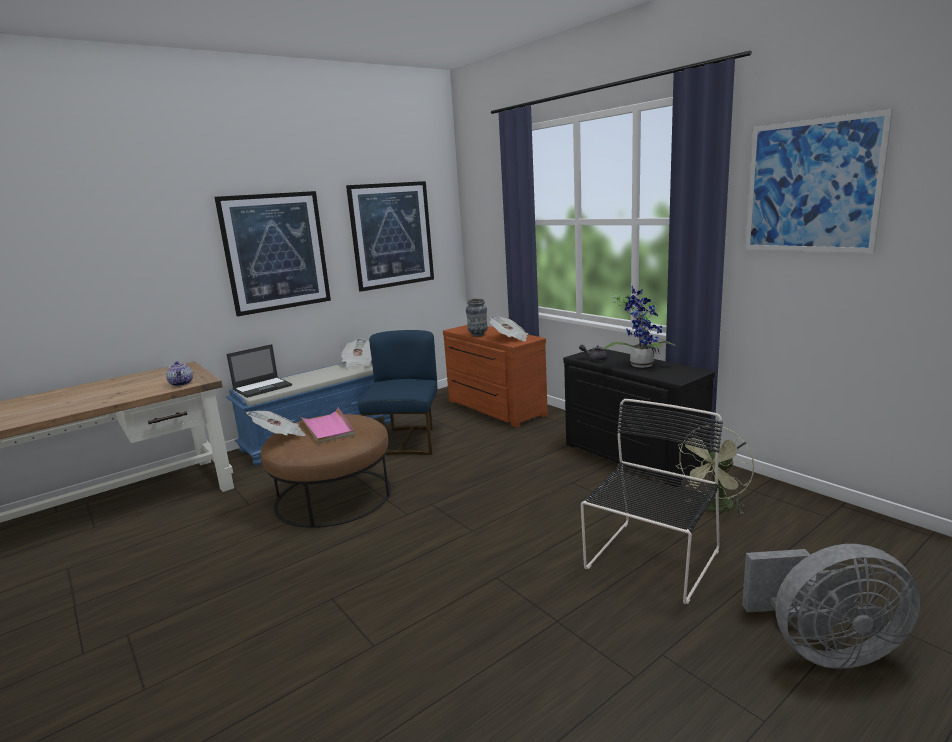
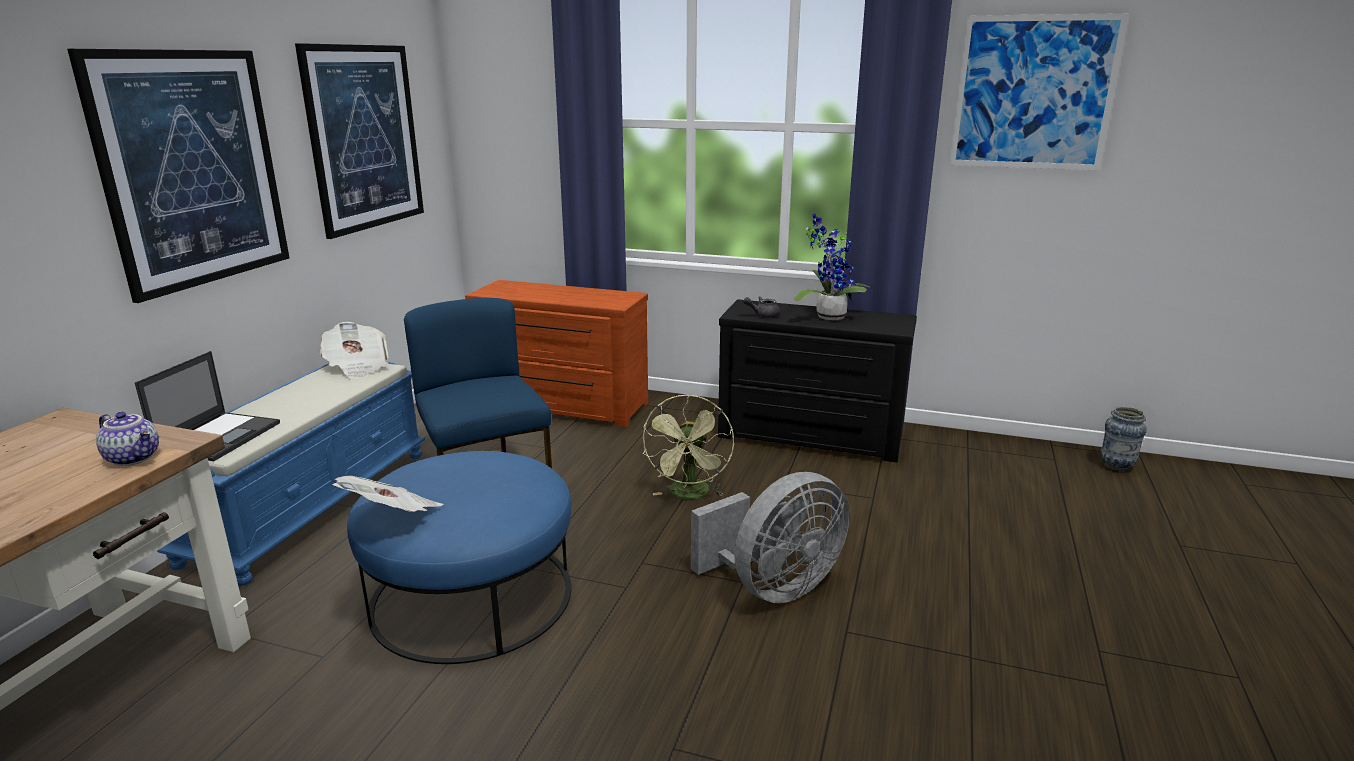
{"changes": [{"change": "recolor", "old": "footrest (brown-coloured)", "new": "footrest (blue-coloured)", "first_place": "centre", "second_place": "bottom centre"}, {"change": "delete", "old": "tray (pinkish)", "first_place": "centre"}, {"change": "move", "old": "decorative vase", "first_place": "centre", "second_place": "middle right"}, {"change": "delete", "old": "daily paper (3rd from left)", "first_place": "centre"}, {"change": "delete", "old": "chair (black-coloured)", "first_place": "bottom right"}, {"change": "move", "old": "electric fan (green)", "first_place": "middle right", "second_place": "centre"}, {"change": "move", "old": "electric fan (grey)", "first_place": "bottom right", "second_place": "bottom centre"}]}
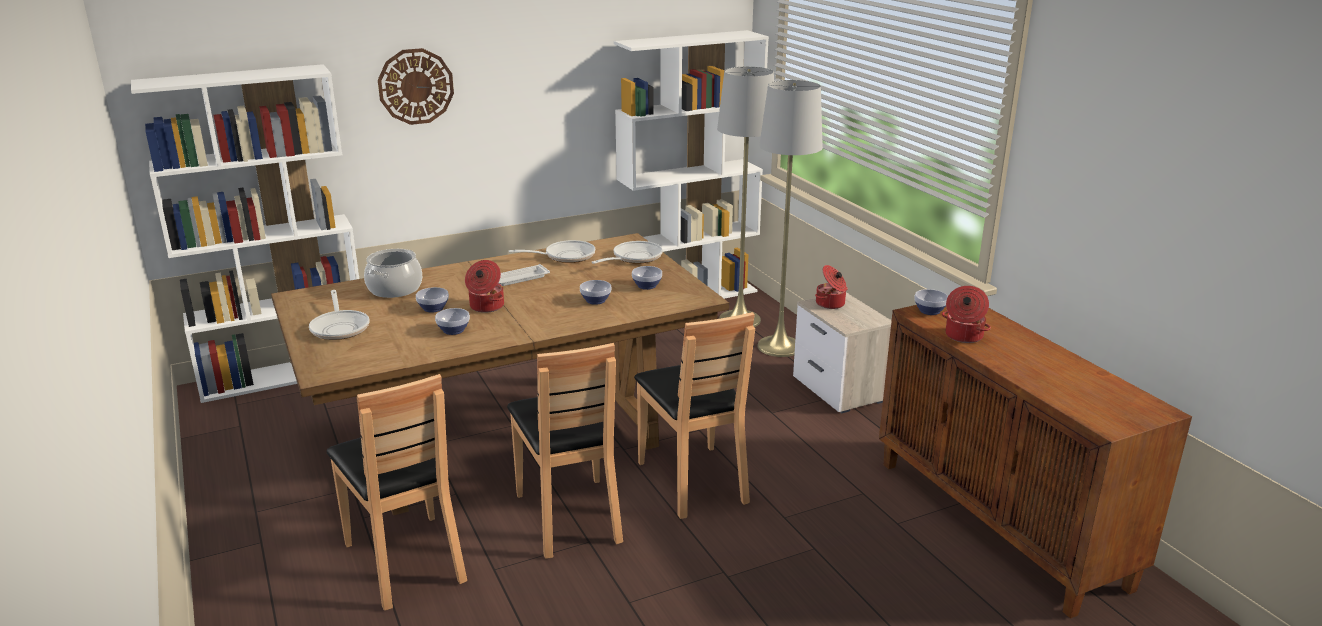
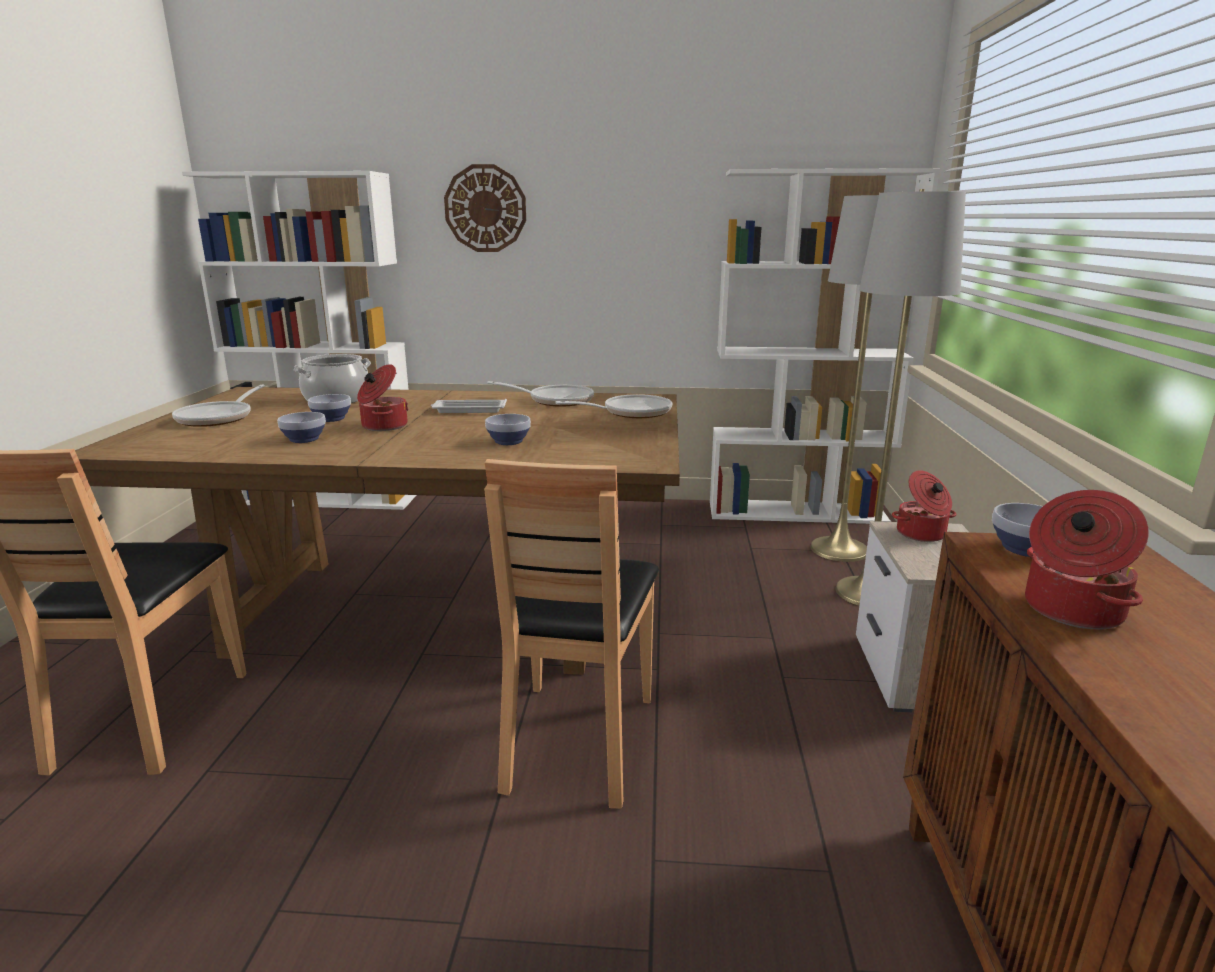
{"changes": [{"change": "delete", "old": "chair (brown-coloured) (2nd from left)", "first_place": "bottom centre"}, {"change": "delete", "old": "bowl (4th from left)", "first_place": "centre"}]}
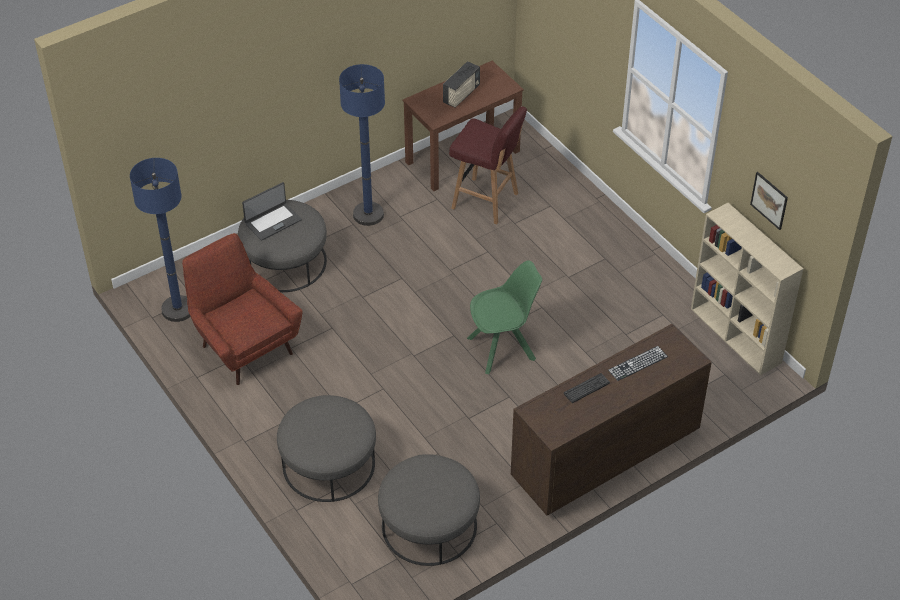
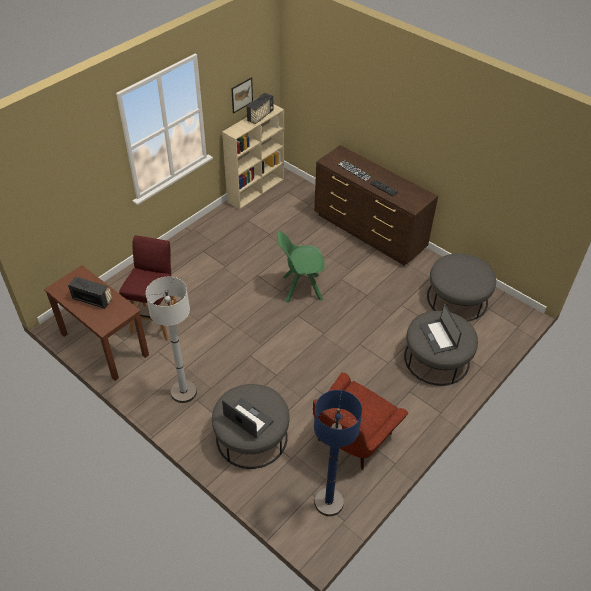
{"changes": [{"change": "recolor", "old": "floor lamp (blue-coloured) (2nd from left)", "new": "floor lamp (white-coloured)", "first_place": "top centre", "second_place": "middle left"}, {"change": "rotate", "old": "chair (green)", "first_place": "centre", "second_place": "centre", "degrees": -60}, {"change": "insert", "new": "radio set (2nd from left)", "second_place": "top centre"}, {"change": "insert", "new": "portable computer (2nd from left)", "second_place": "middle right"}]}
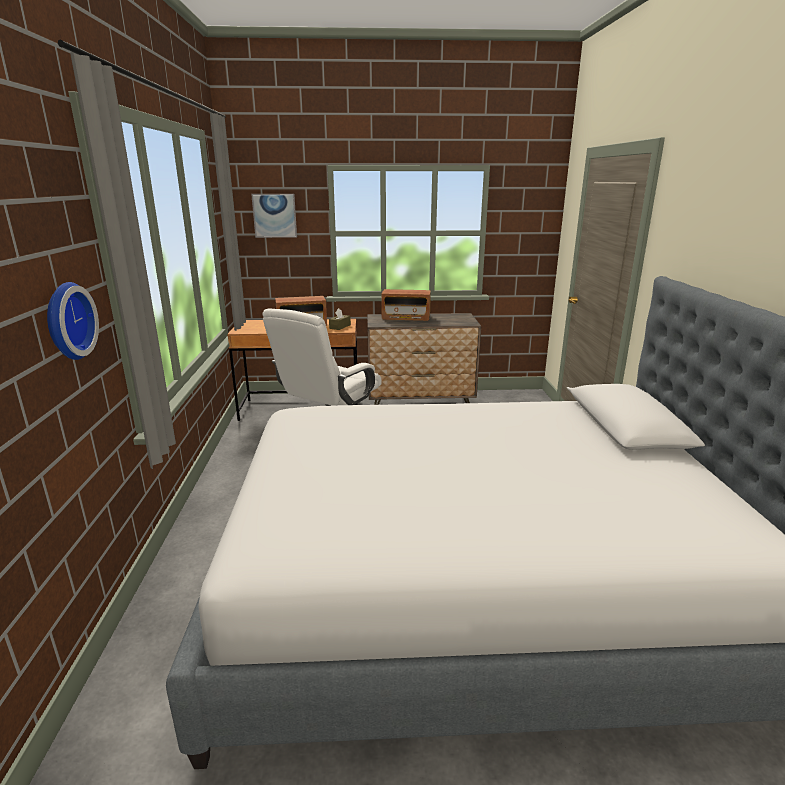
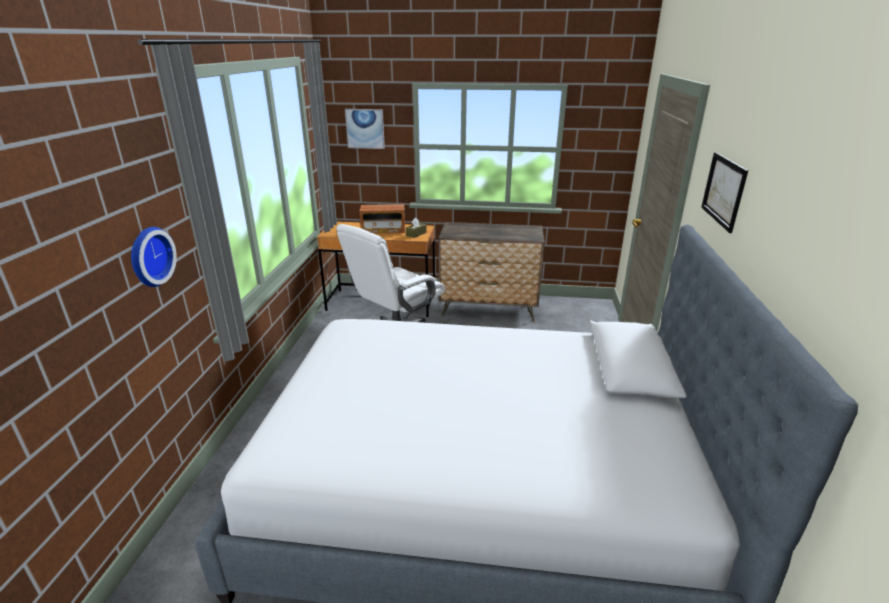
{"changes": [{"change": "delete", "old": "radio set (2nd from left)", "first_place": "centre"}, {"change": "insert", "new": "picture (2nd from left)", "second_place": "top right"}]}
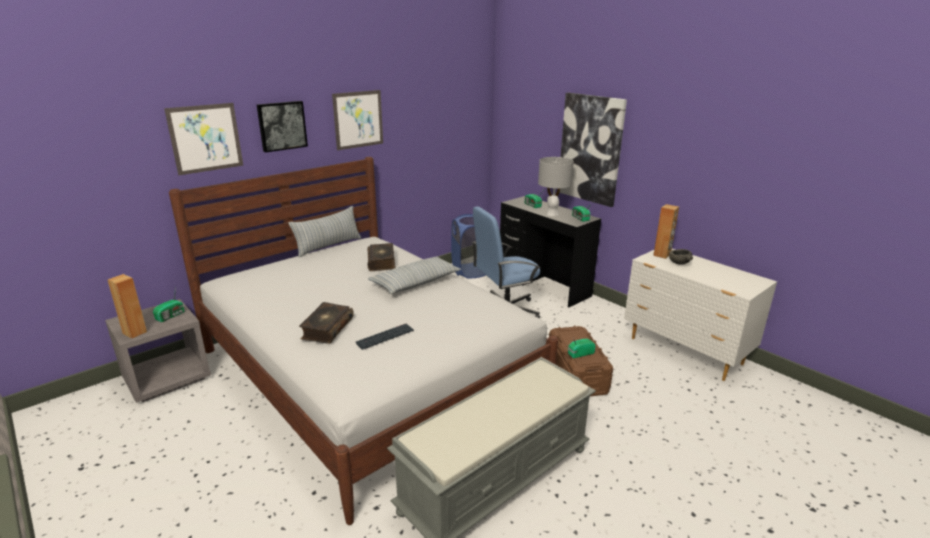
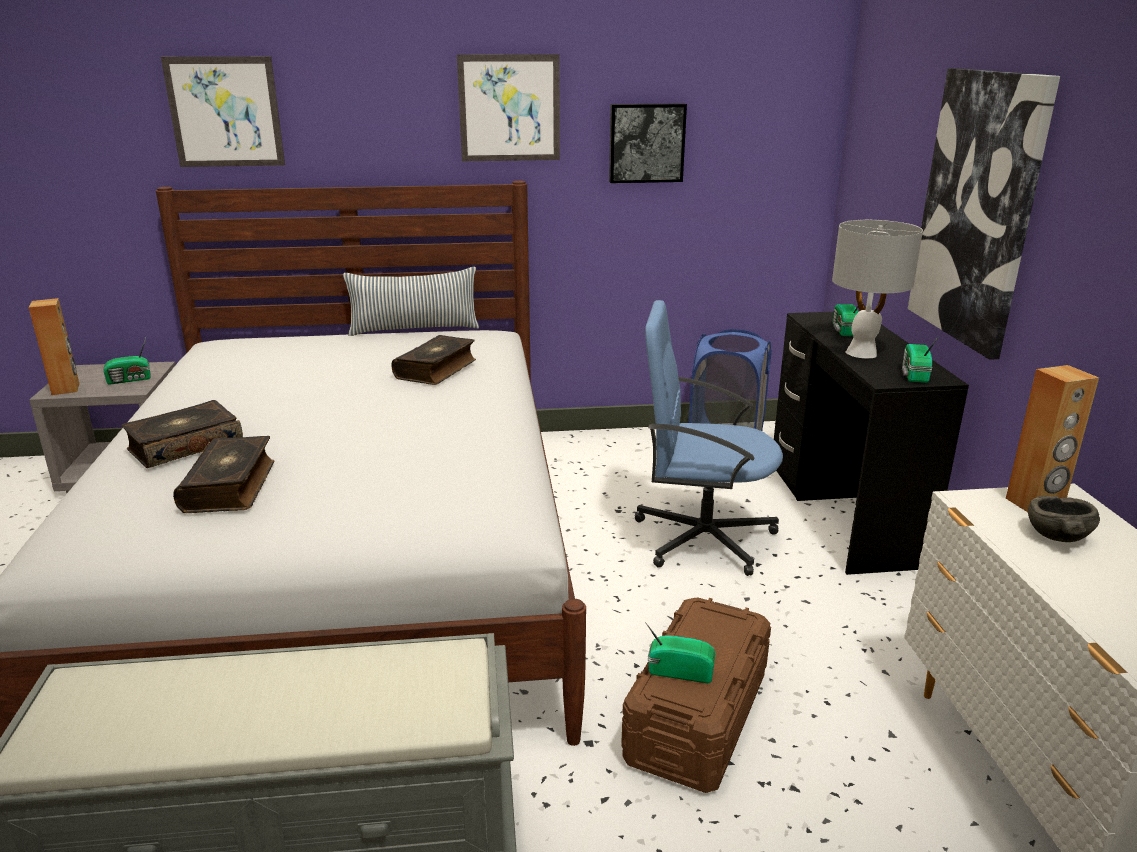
{"changes": [{"change": "move", "old": "picture (2nd from left in the first image)", "new": "picture (3rd from left)", "first_place": "top left", "second_place": "top centre"}, {"change": "replace", "old": "keyboard", "new": "book (2nd from left)", "first_place": "centre", "second_place": "middle left"}, {"change": "delete", "old": "pillow (2nd from left)", "first_place": "centre"}]}
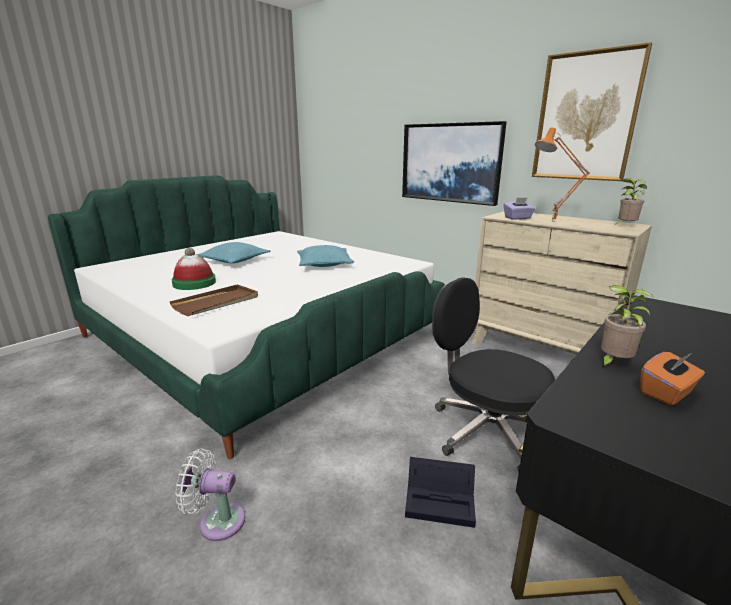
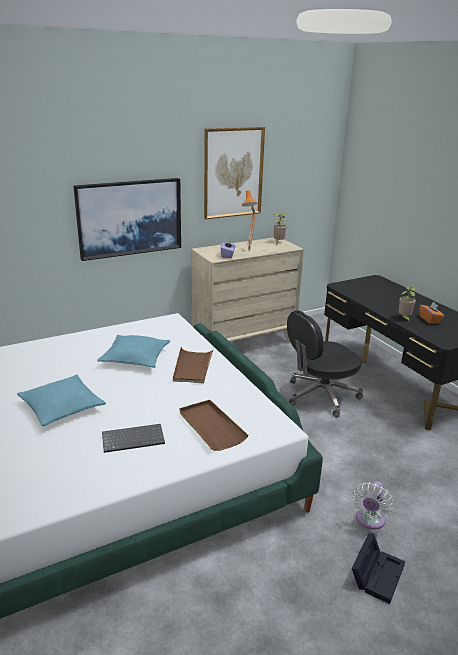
{"changes": [{"change": "replace", "old": "hat", "new": "keyboard", "first_place": "middle left", "second_place": "bottom left"}, {"change": "move", "old": "storage bin (black-coloured)", "first_place": "bottom centre", "second_place": "bottom right"}, {"change": "insert", "new": "tray (brown-coloured) (1st from left)", "second_place": "centre"}]}
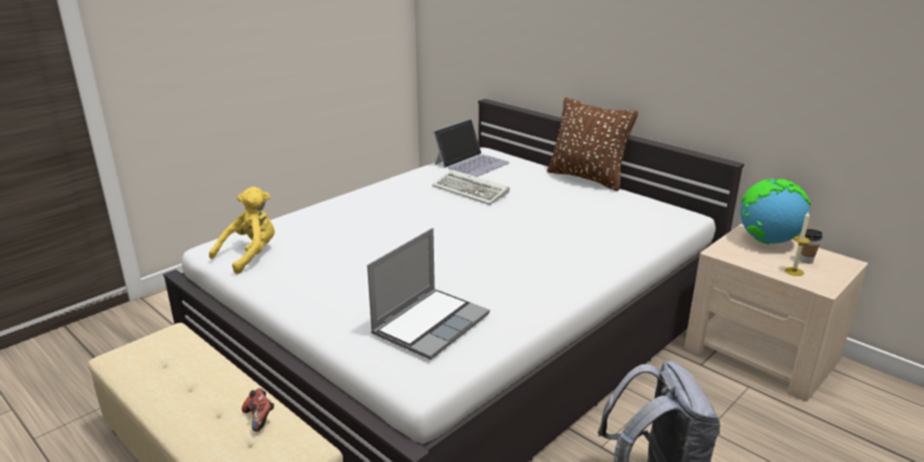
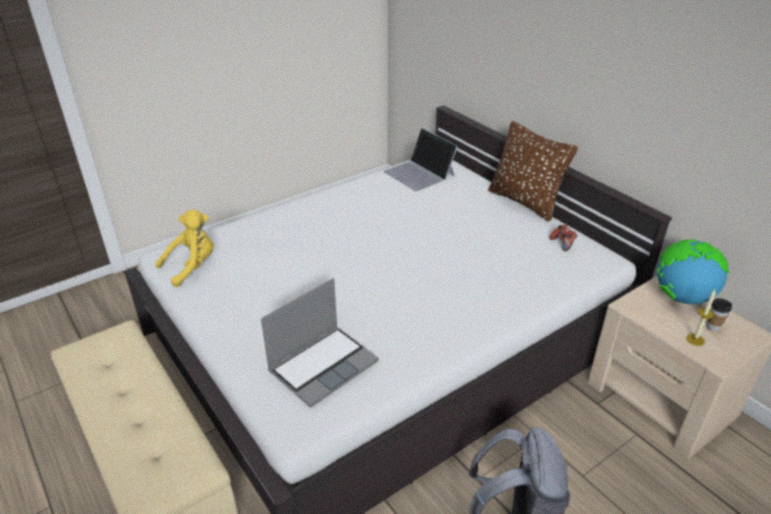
{"changes": [{"change": "move", "old": "game controller", "first_place": "bottom left", "second_place": "middle right"}, {"change": "delete", "old": "keyboard", "first_place": "centre"}, {"change": "rotate", "old": "portable computer (2nd from left)", "first_place": "top centre", "second_place": "top centre", "degrees": 90}]}
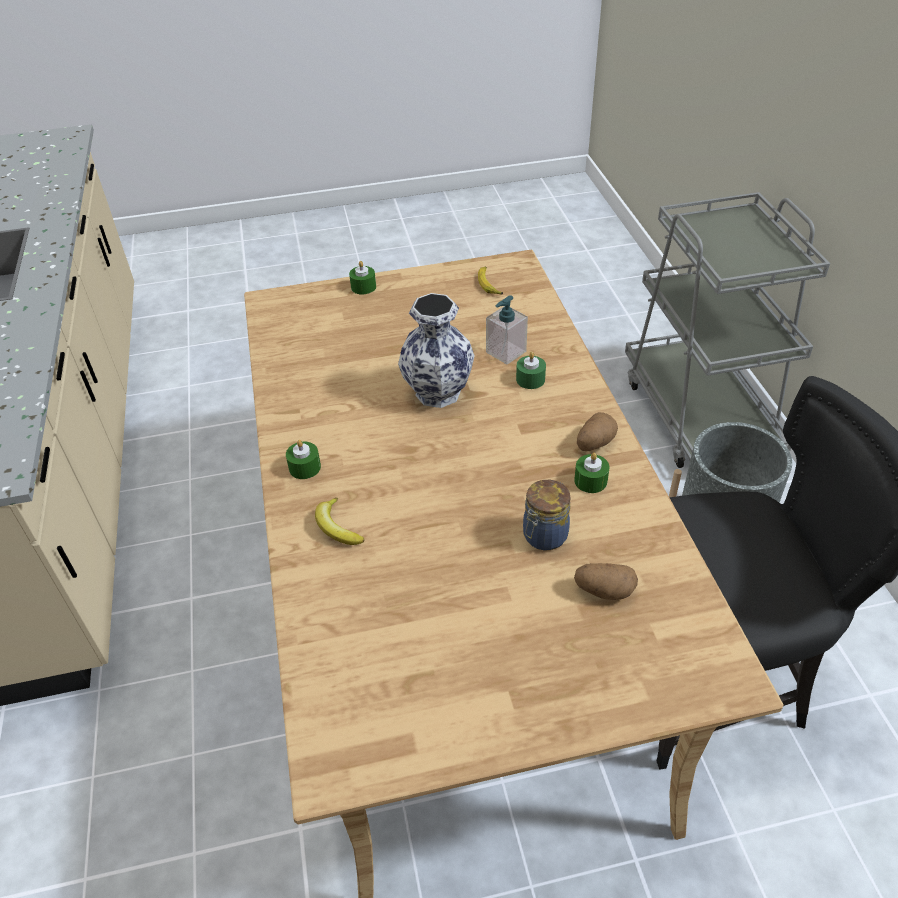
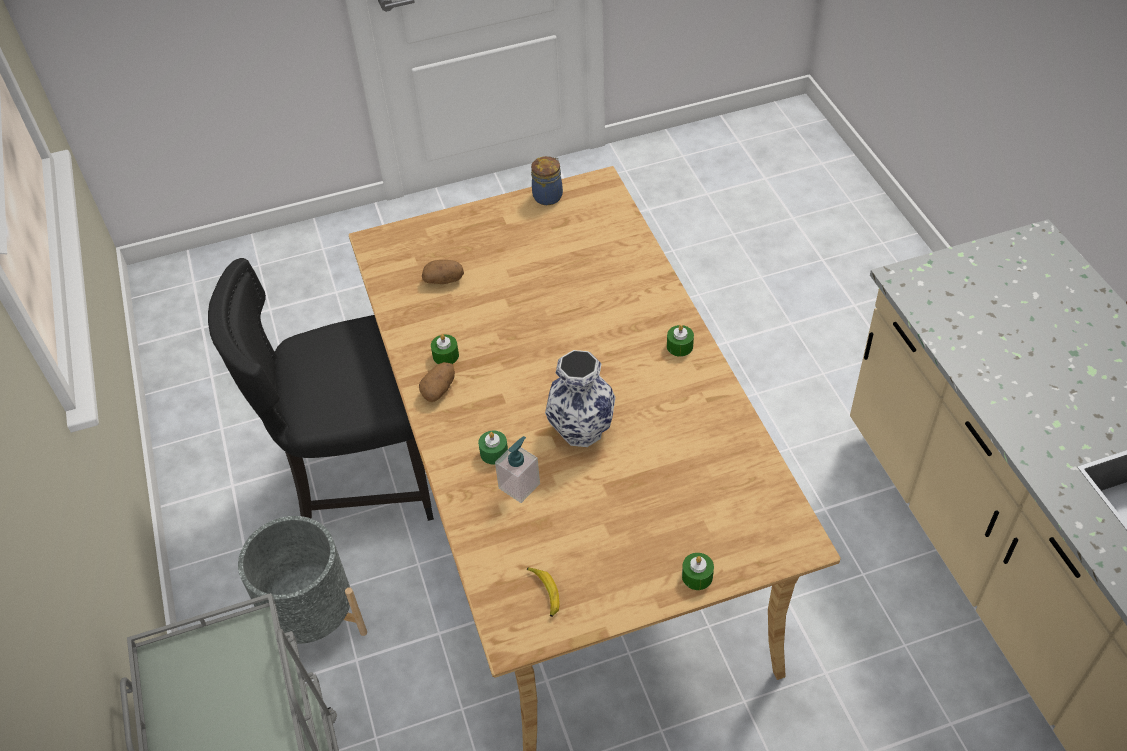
{"changes": [{"change": "delete", "old": "banana (1st from left)", "first_place": "centre"}, {"change": "move", "old": "storage jar", "first_place": "centre", "second_place": "top centre"}]}
